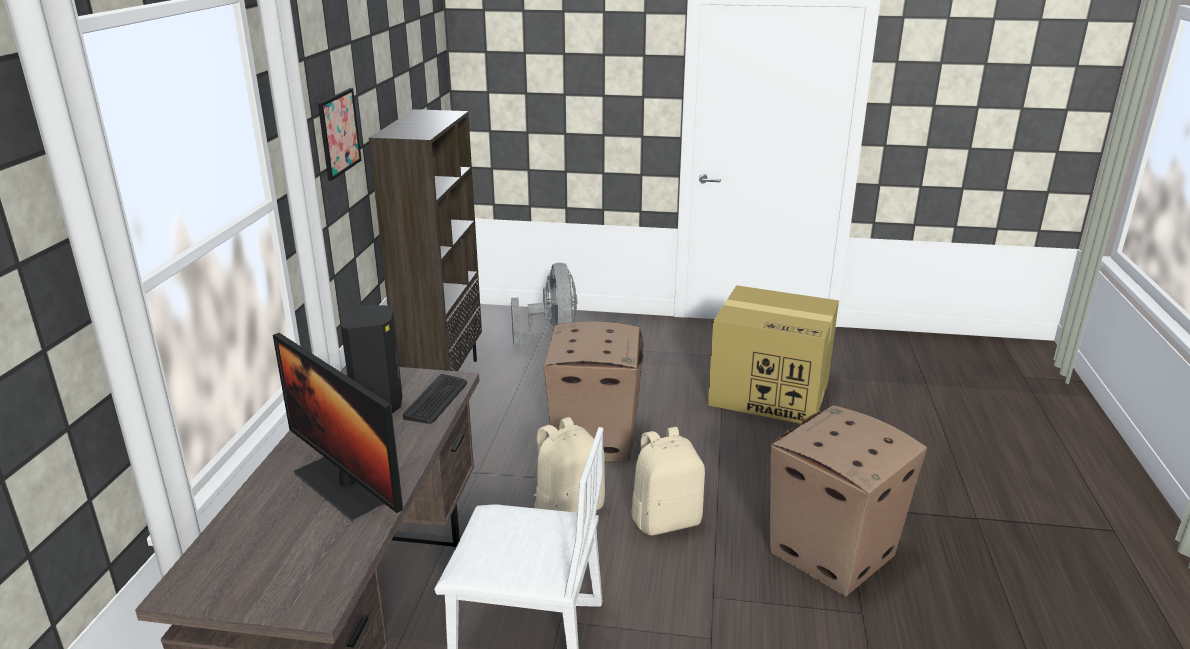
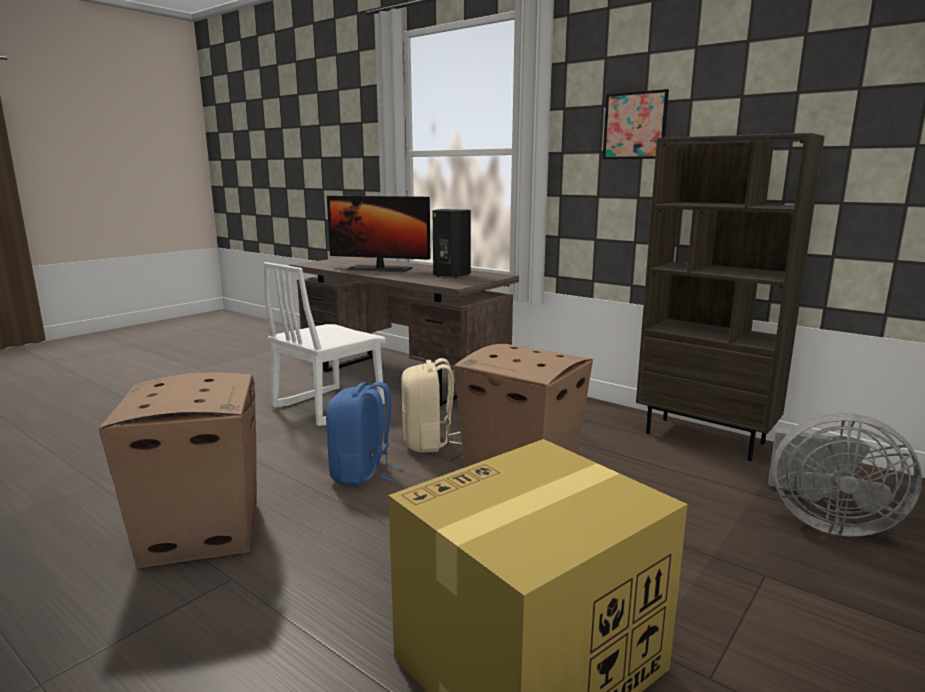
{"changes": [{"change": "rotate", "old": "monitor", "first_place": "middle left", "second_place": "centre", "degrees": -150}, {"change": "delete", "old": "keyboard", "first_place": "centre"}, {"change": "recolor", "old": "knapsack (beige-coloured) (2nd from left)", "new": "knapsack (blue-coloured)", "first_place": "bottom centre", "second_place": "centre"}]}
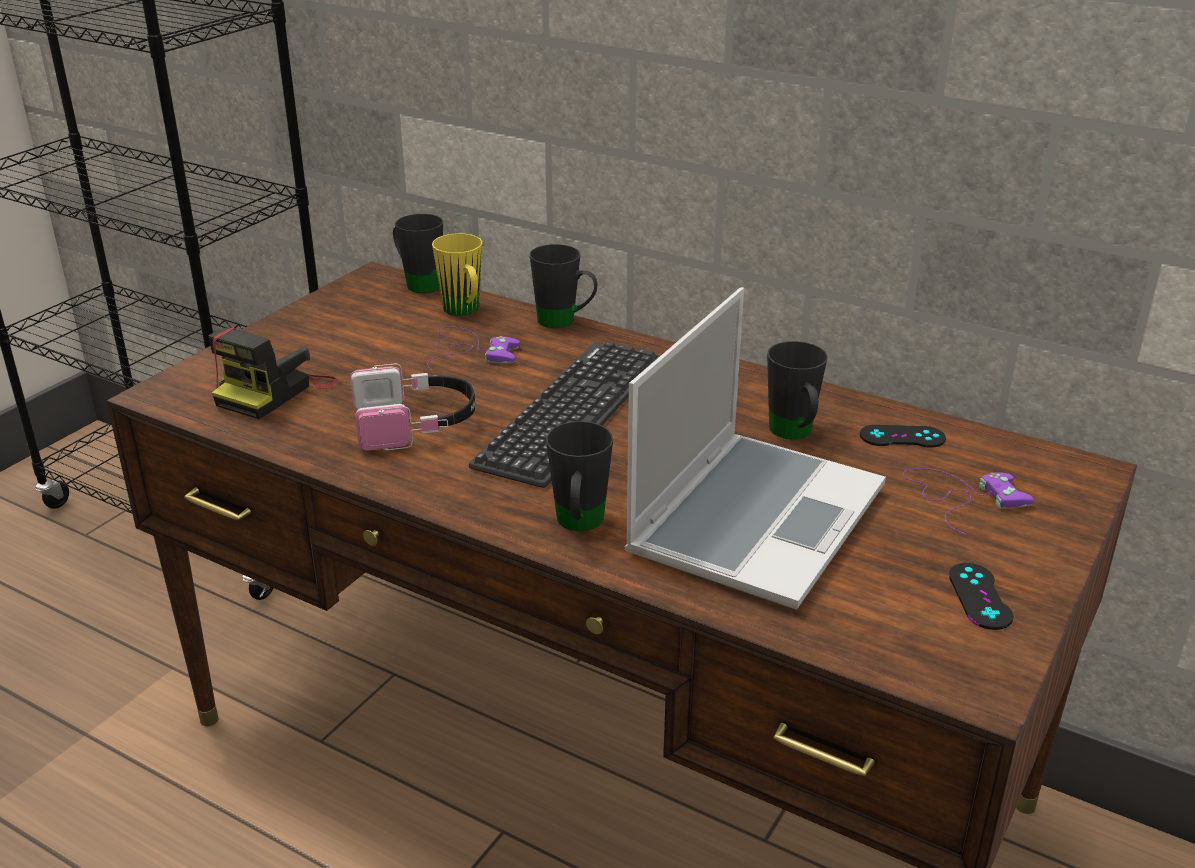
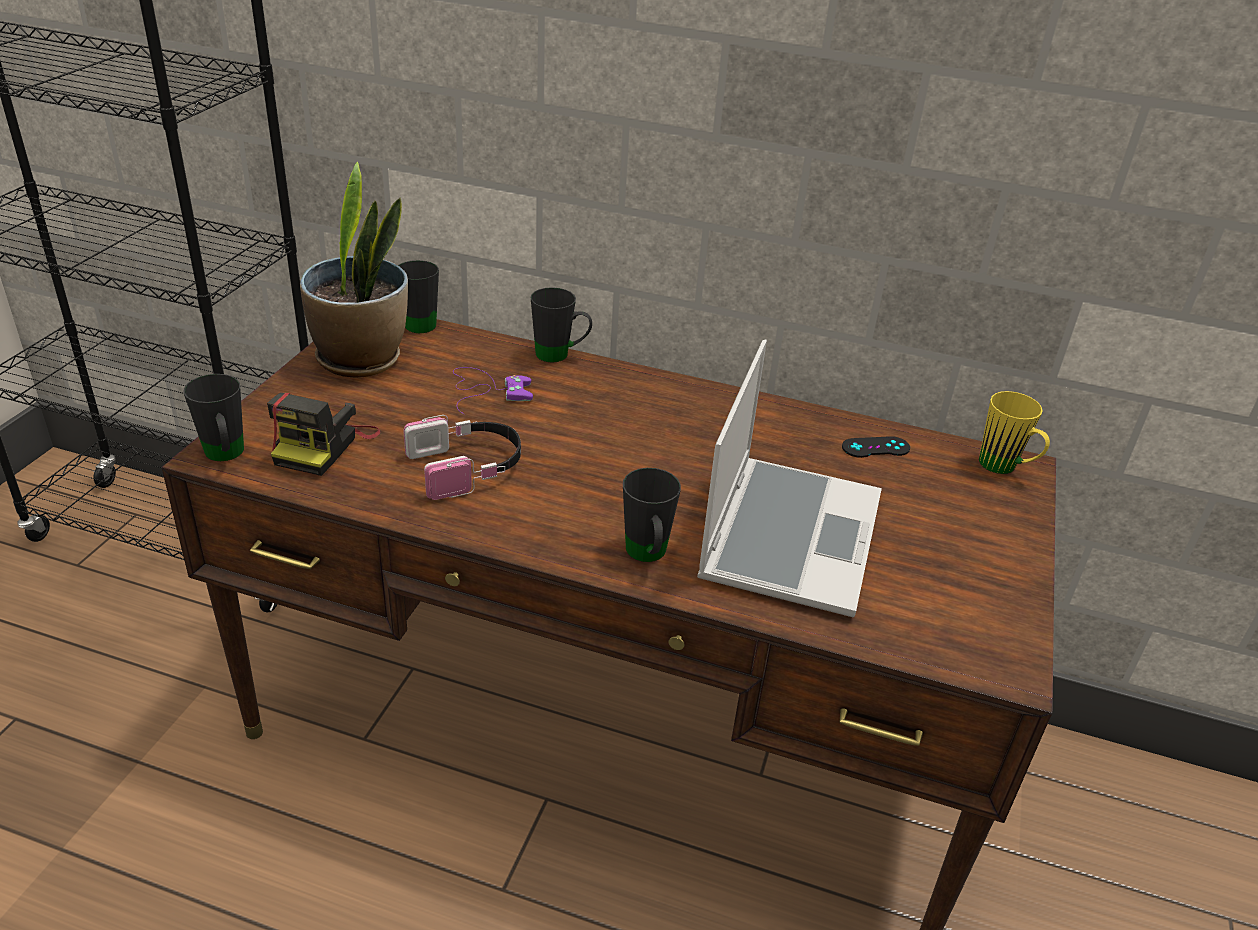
{"changes": [{"change": "move", "old": "mug (yellow)", "first_place": "top centre", "second_place": "middle right"}, {"change": "delete", "old": "keyboard", "first_place": "centre"}, {"change": "move", "old": "mug (black-coloured) (4th from left in the first image)", "new": "mug (black-coloured) (1st from left)", "first_place": "middle right", "second_place": "middle left"}, {"change": "delete", "old": "game controller (purplish) (2nd from left)", "first_place": "middle right"}, {"change": "delete", "old": "game controller (black-coloured) (2nd from left)", "first_place": "bottom right"}, {"change": "insert", "new": "houseplant", "second_place": "top left"}]}
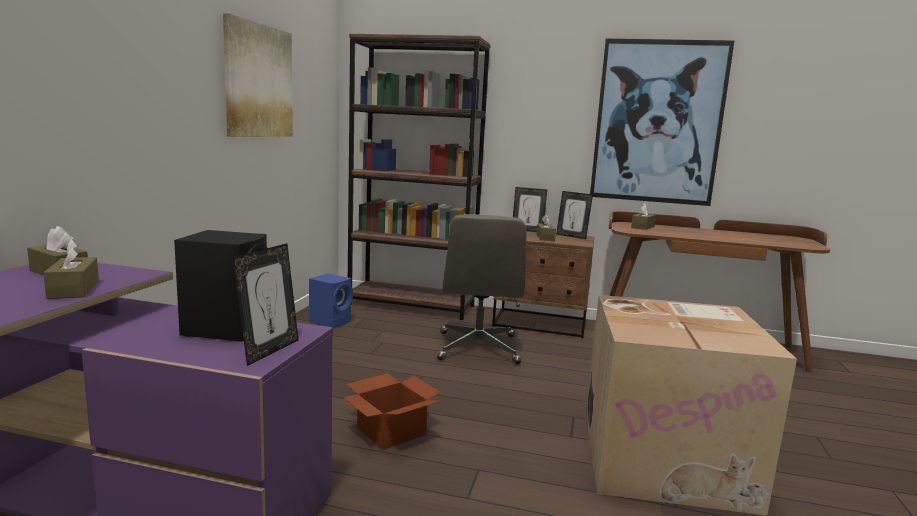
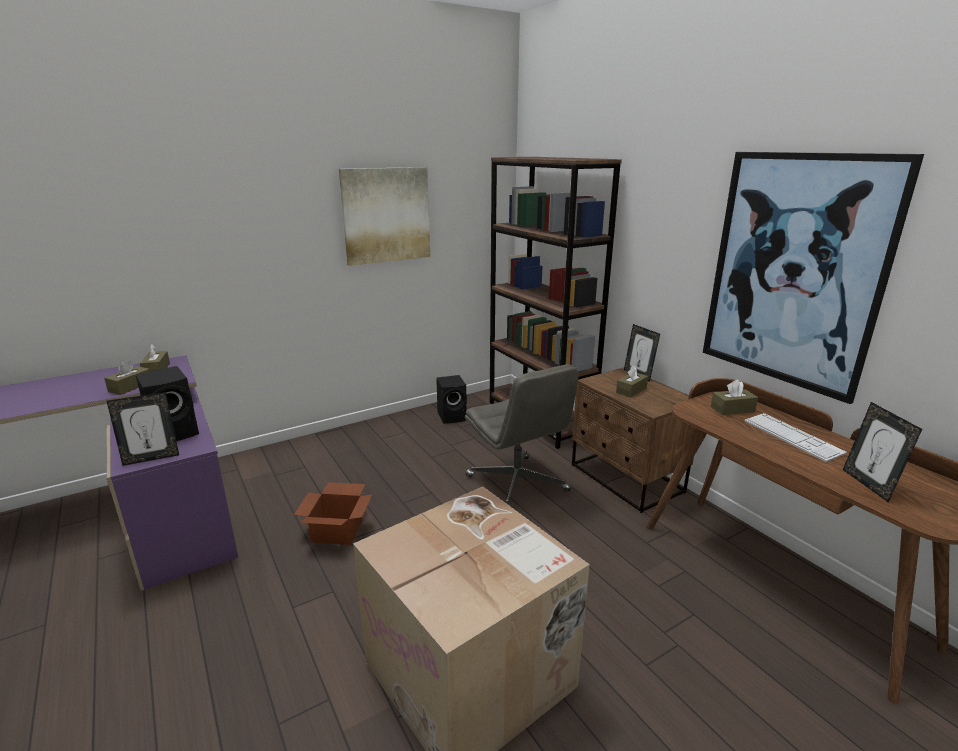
{"changes": [{"change": "recolor", "old": "audio speaker (blue-coloured)", "new": "audio speaker (black-coloured) (2nd from left)", "first_place": "centre", "second_place": "centre"}, {"change": "rotate", "old": "office chair (grey)", "first_place": "centre", "second_place": "centre", "degrees": -75}, {"change": "move", "old": "picture frame (3rd from left)", "first_place": "centre", "second_place": "middle right"}, {"change": "insert", "new": "keyboard", "second_place": "middle right"}]}
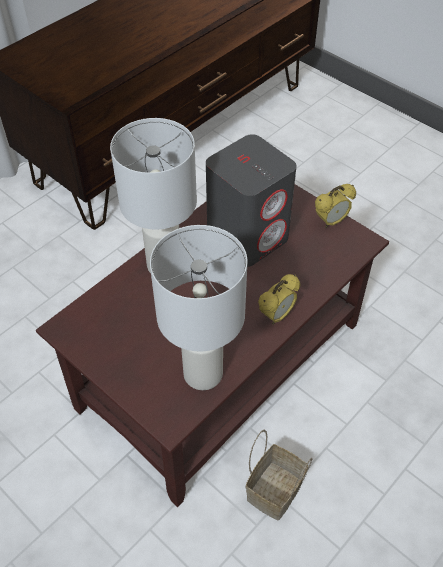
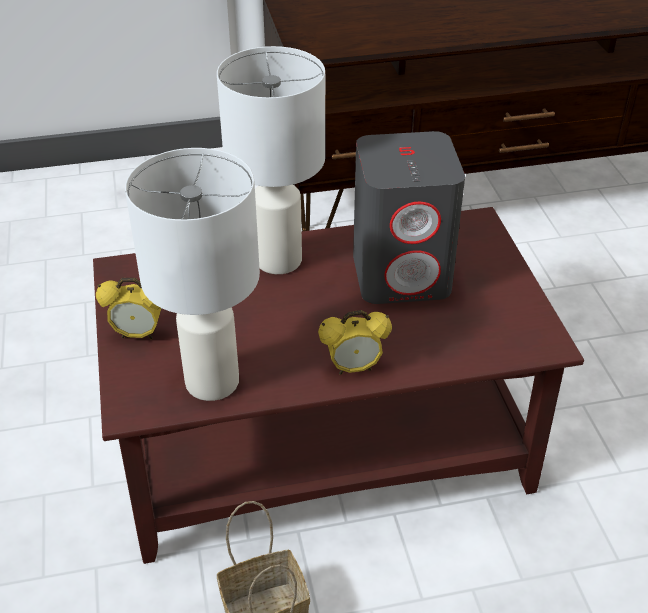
{"changes": [{"change": "move", "old": "table clock (2nd from left in the first image)", "new": "table clock (1st from left)", "first_place": "middle right", "second_place": "middle left"}]}
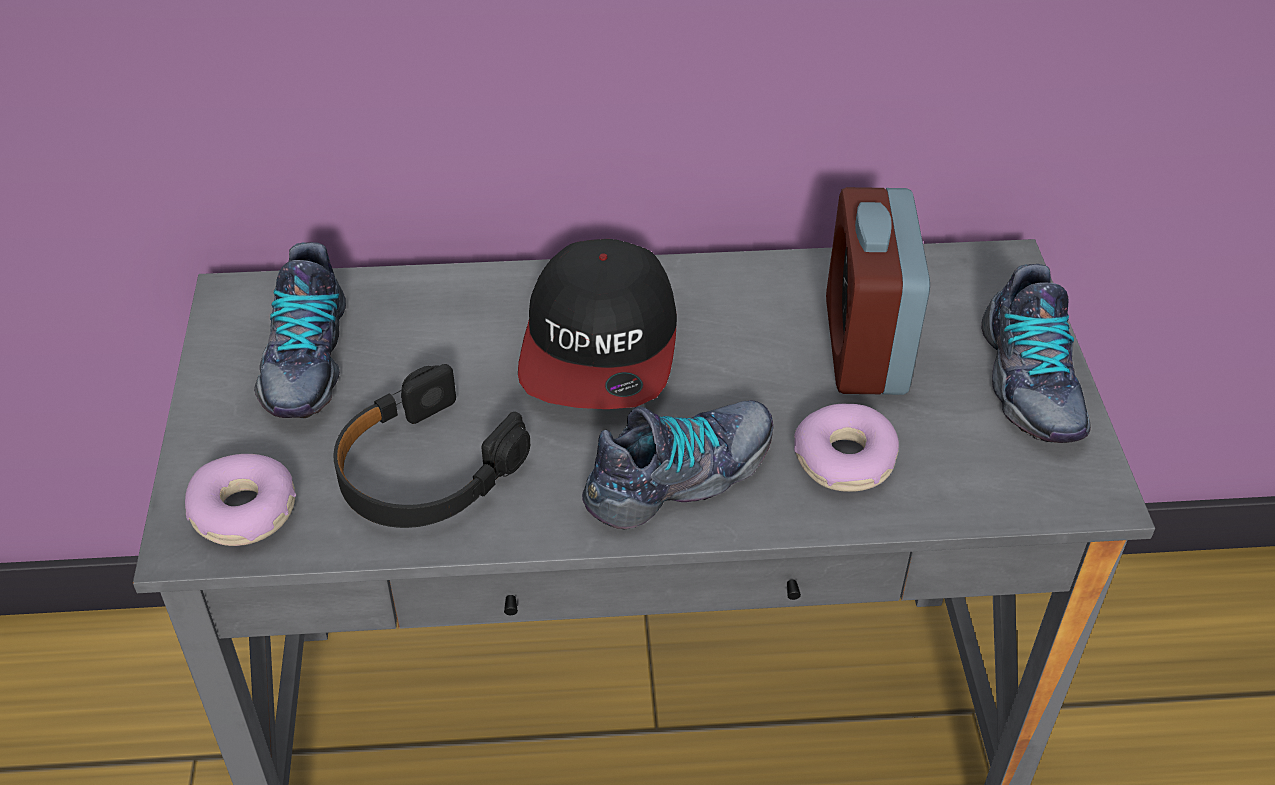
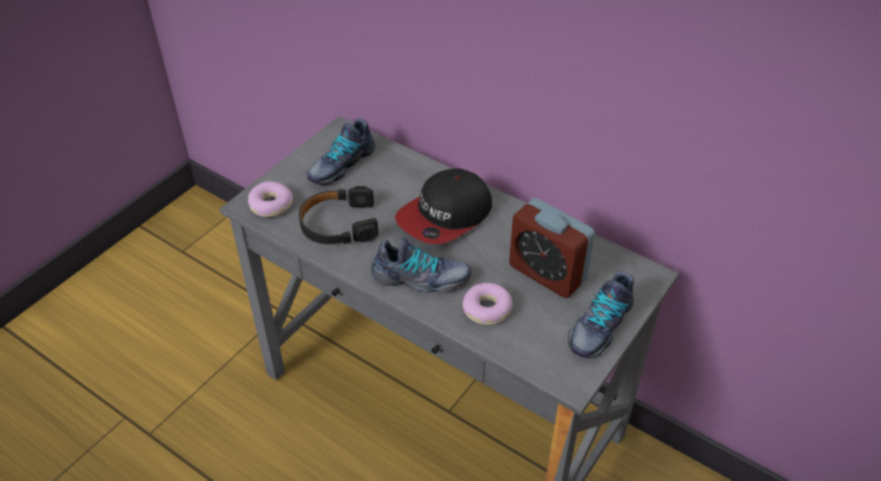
{"changes": [{"change": "rotate", "old": "table clock", "first_place": "middle right", "second_place": "centre", "degrees": -90}]}
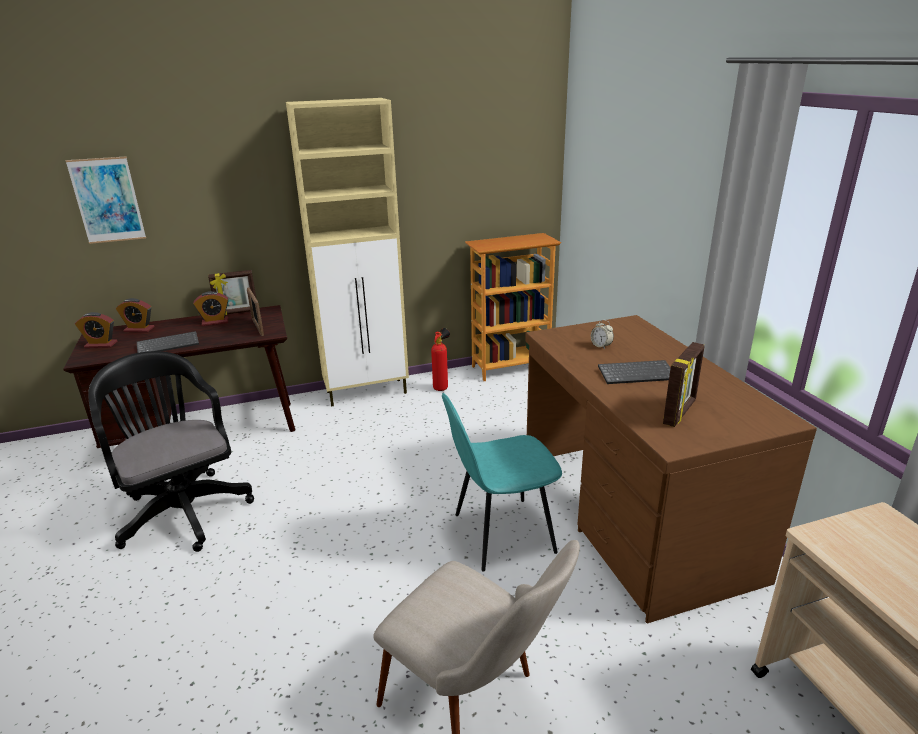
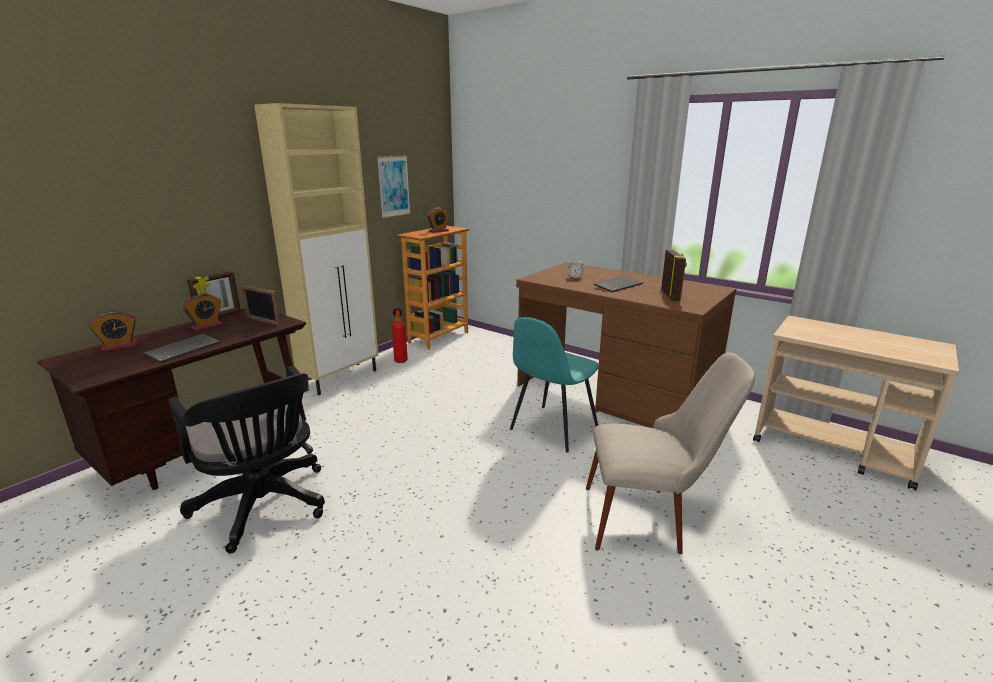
{"changes": [{"change": "move", "old": "picture", "first_place": "top left", "second_place": "top centre"}, {"change": "move", "old": "table clock (1st from left in the first image)", "new": "table clock (3rd from left)", "first_place": "middle left", "second_place": "top centre"}, {"change": "rotate", "old": "office chair (black-coloured)", "first_place": "middle left", "second_place": "bottom left", "degrees": -150}]}
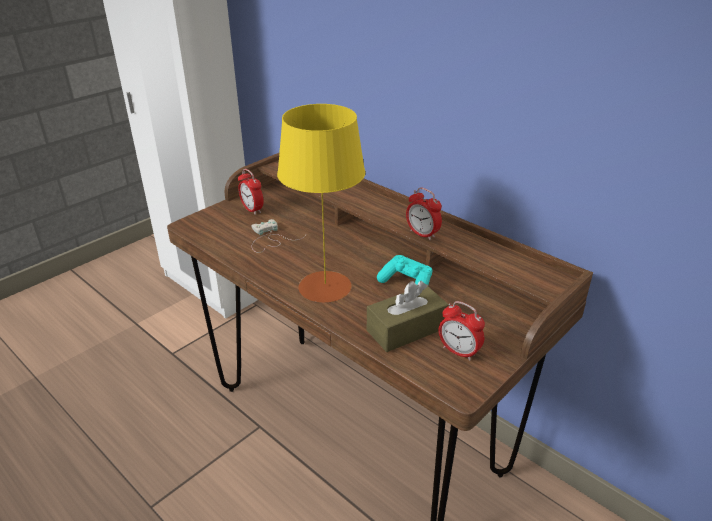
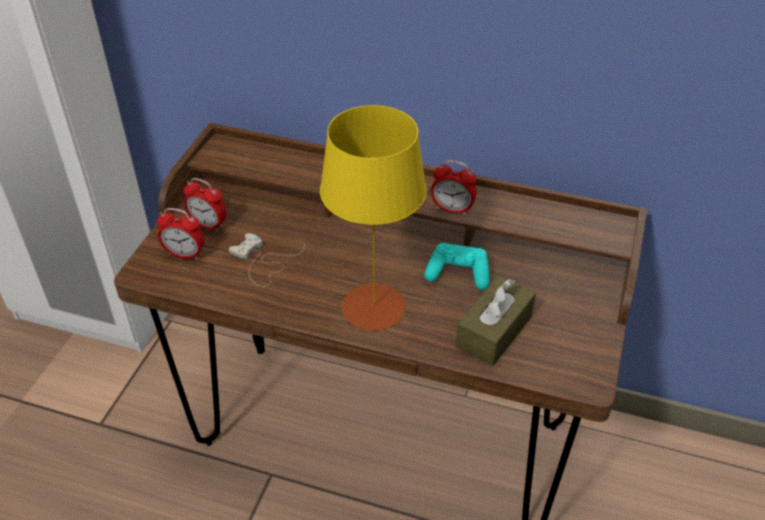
{"changes": [{"change": "move", "old": "table clock (3rd from left in the first image)", "new": "table clock (1st from left)", "first_place": "centre", "second_place": "middle left"}]}
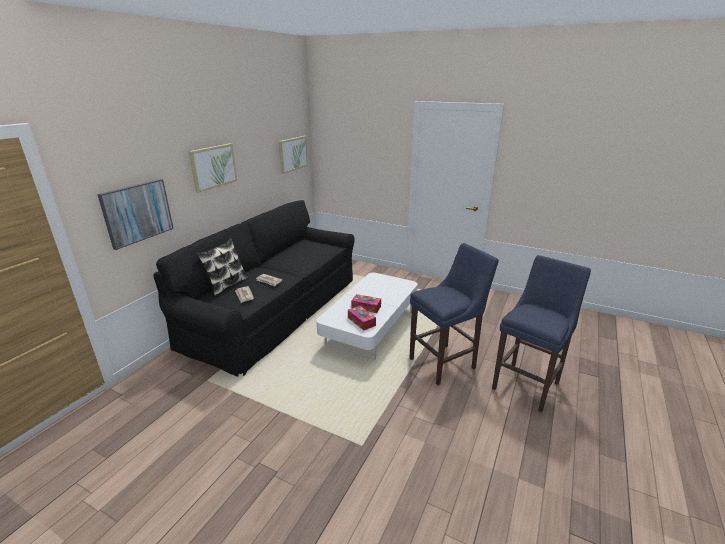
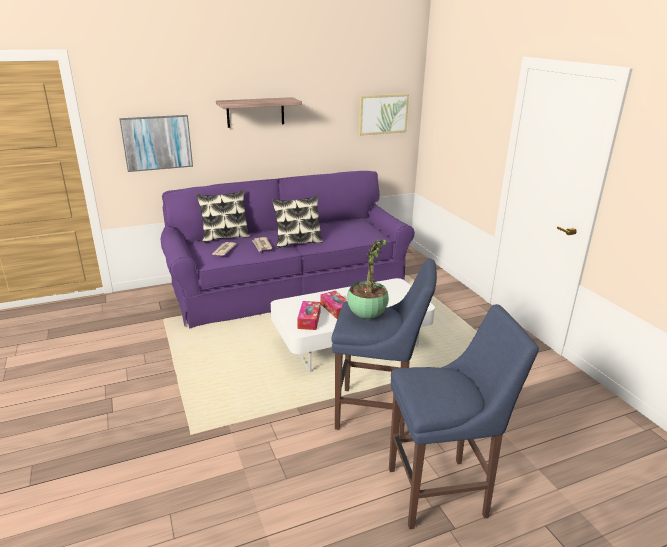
{"changes": [{"change": "recolor", "old": "couch (black-coloured)", "new": "couch (purplish)", "first_place": "centre", "second_place": "centre"}, {"change": "replace", "old": "picture (2nd from left)", "new": "bracket shelf", "first_place": "top left", "second_place": "top centre"}, {"change": "insert", "new": "pillow (2nd from left)", "second_place": "centre"}, {"change": "insert", "new": "houseplant", "second_place": "centre"}]}
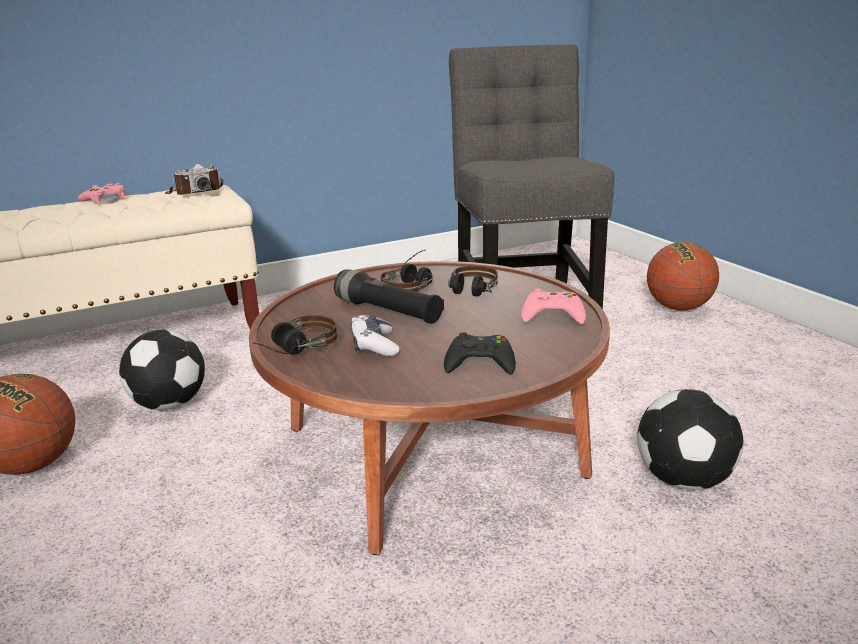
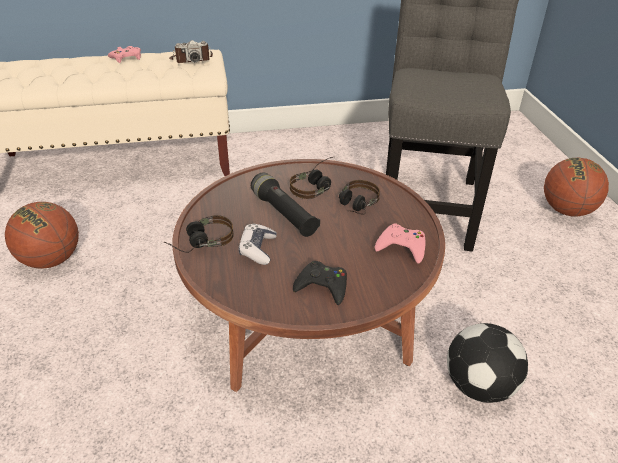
{"changes": [{"change": "delete", "old": "ball for football (1st from left)", "first_place": "middle left"}]}
